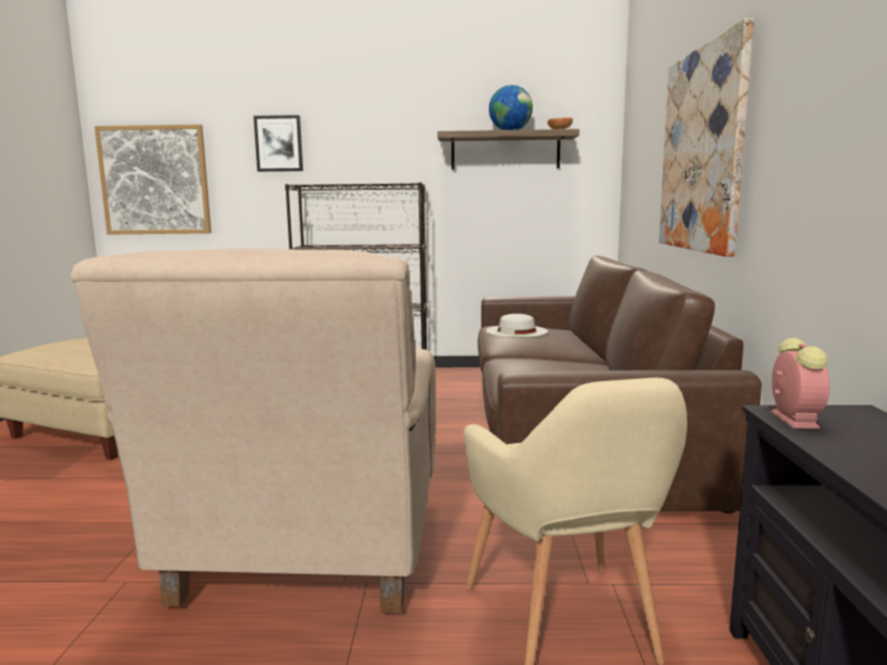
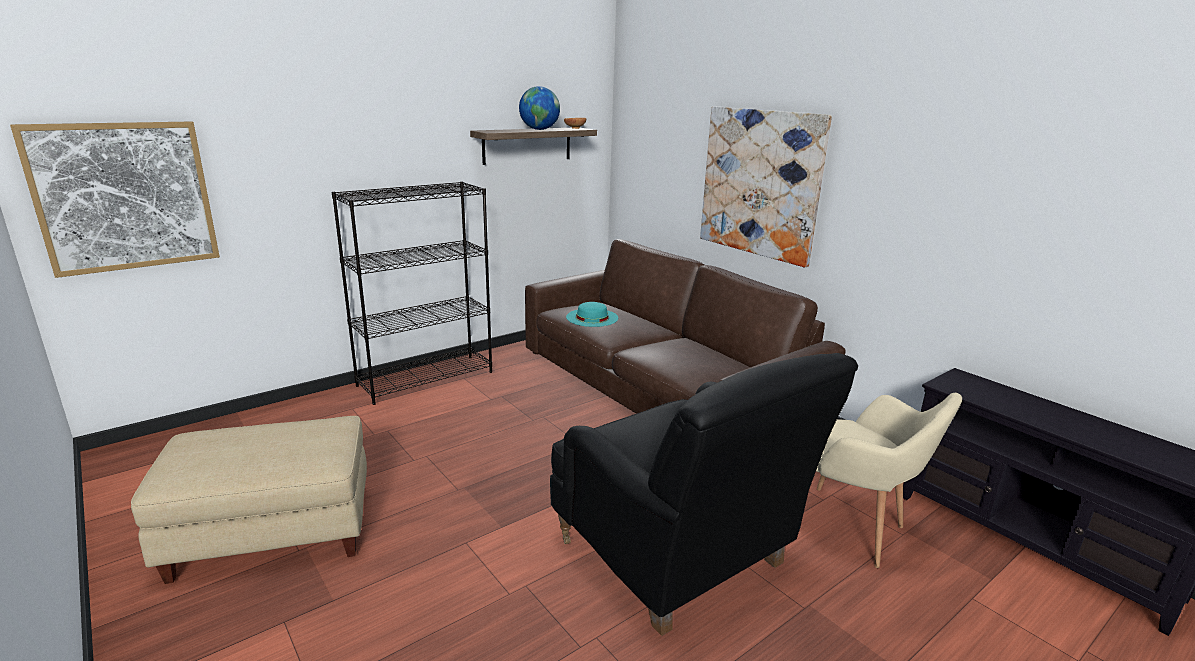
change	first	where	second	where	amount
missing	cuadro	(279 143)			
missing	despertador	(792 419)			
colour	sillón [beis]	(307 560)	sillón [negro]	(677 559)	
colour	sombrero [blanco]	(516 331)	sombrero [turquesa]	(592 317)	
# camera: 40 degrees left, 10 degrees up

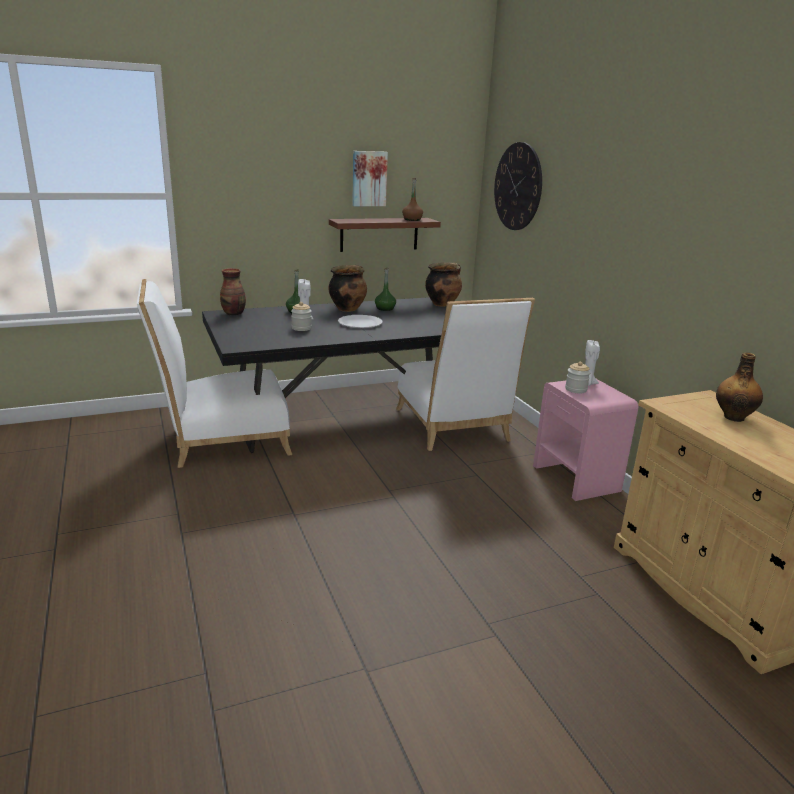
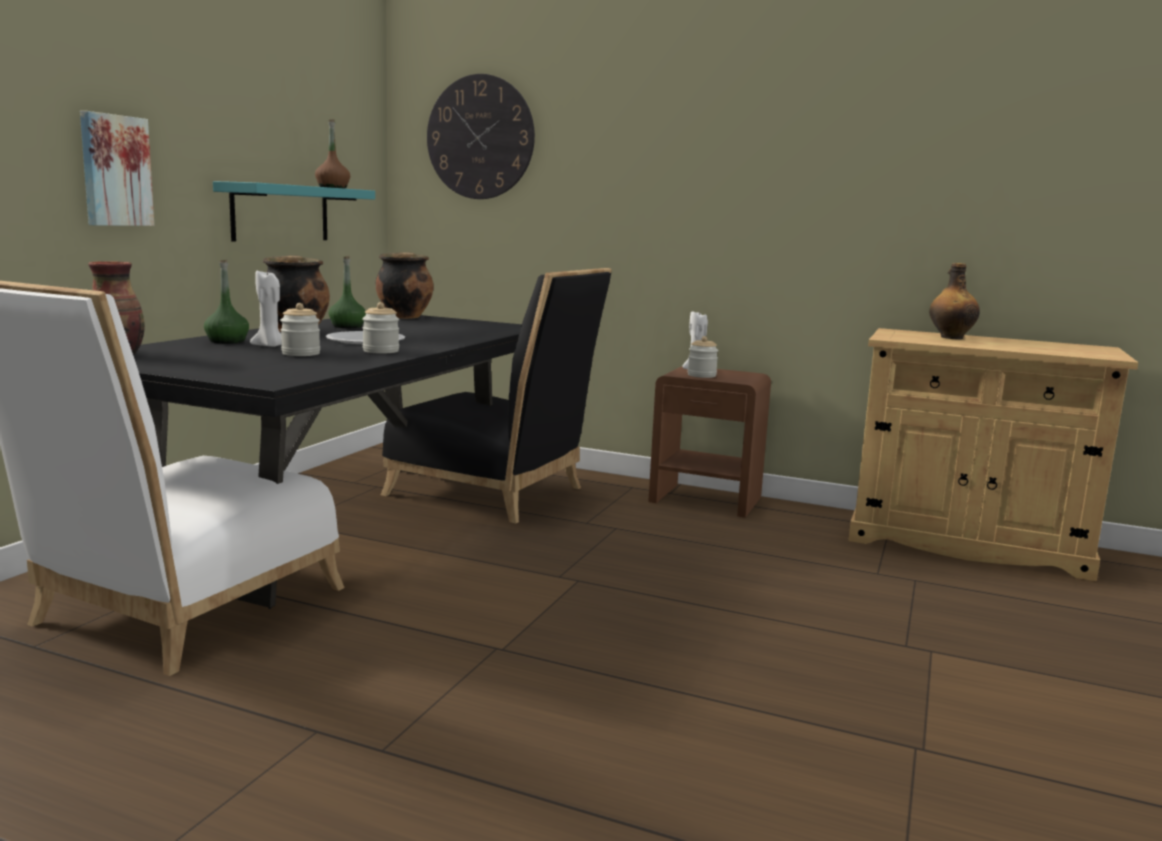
change	first	where	second	where	amount
appeared			tarro	(381 351)	
relocated	cuadro	(369 178)		(114 170)	
colour	estante [marrón]	(379 234)	estante [turquesa]	(281 213)	
colour	silla [blanco]	(453 428)	silla [negro]	(495 493)	
colour	mesita de noche [rosa]	(576 478)	mesita de noche [marrón]	(706 499)	
# camera: 45 degrees left, 10 degrees down

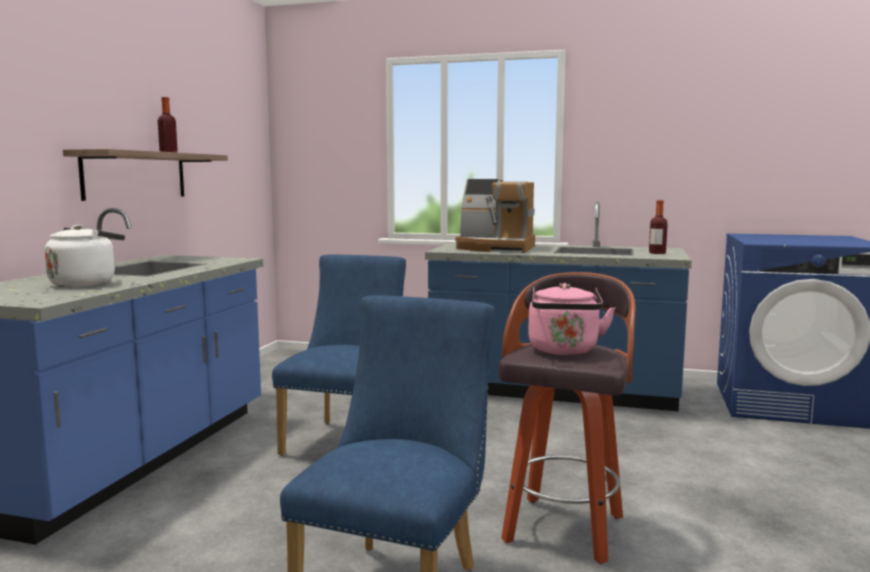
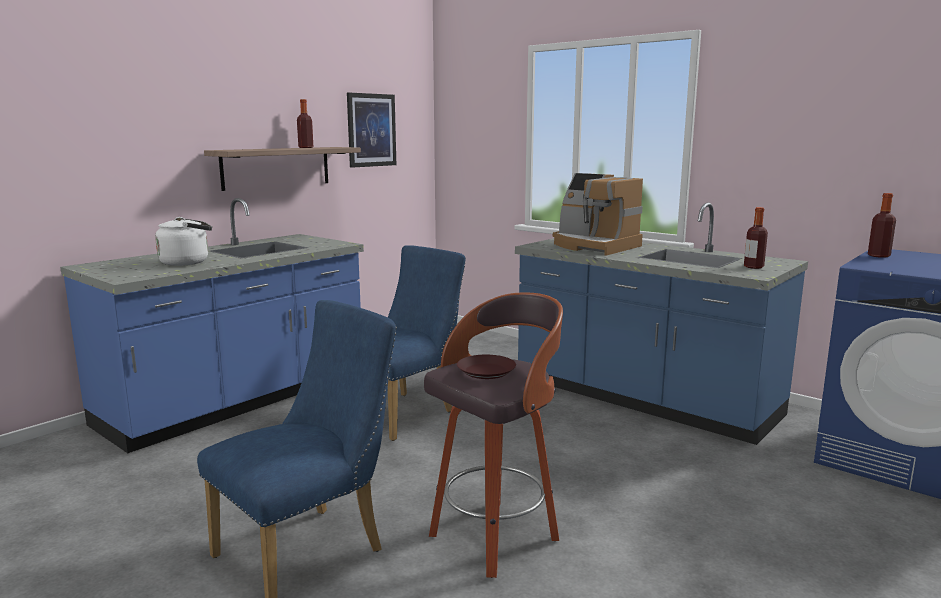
change	first	where	second	where	amount
appeared			cuadro	(371 130)	
appeared			botella	(878 256)	
exchanged	hervidor [rosa]	(564 351)	plato [marrón]	(485 371)	
# camera: 25 degrees right, 5 degrees up

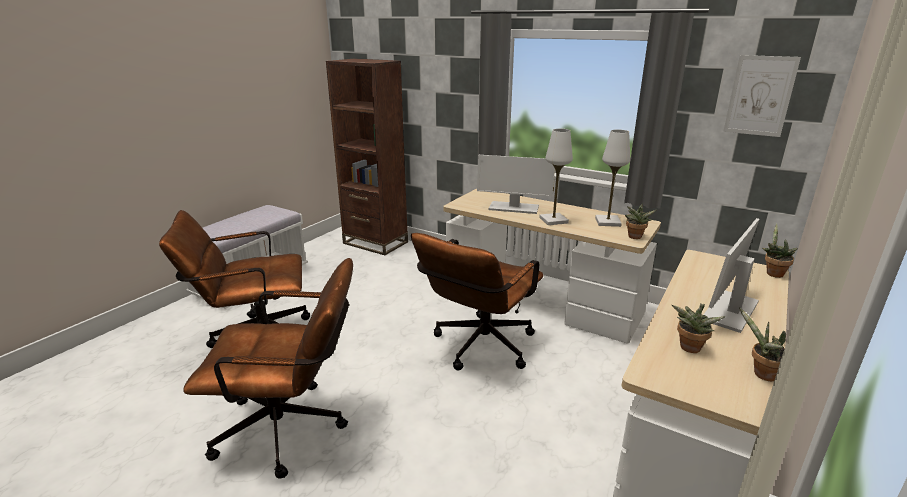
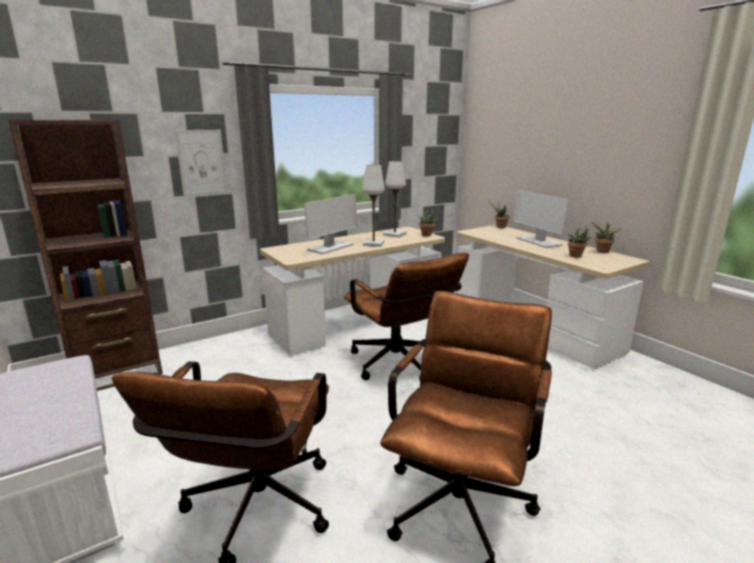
change	first	where	second	where	amount
relocated	cuadro	(760 96)		(202 162)	
# camera: 65 degrees left, 5 degrees down

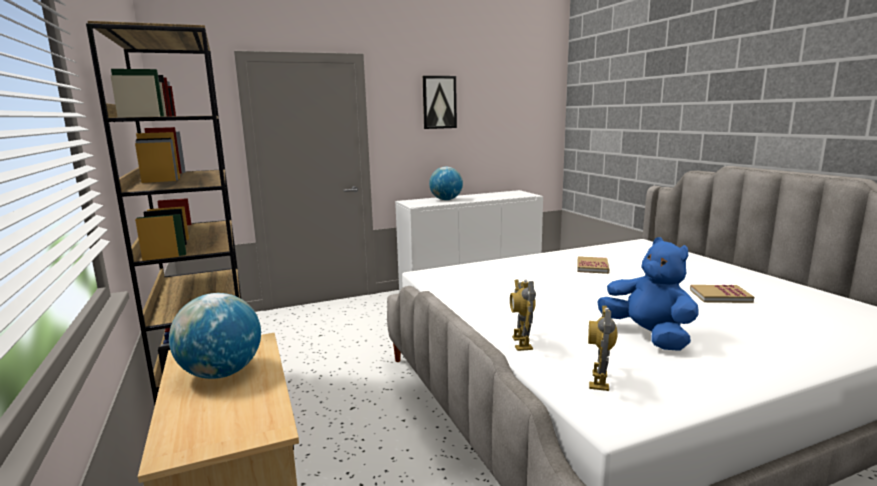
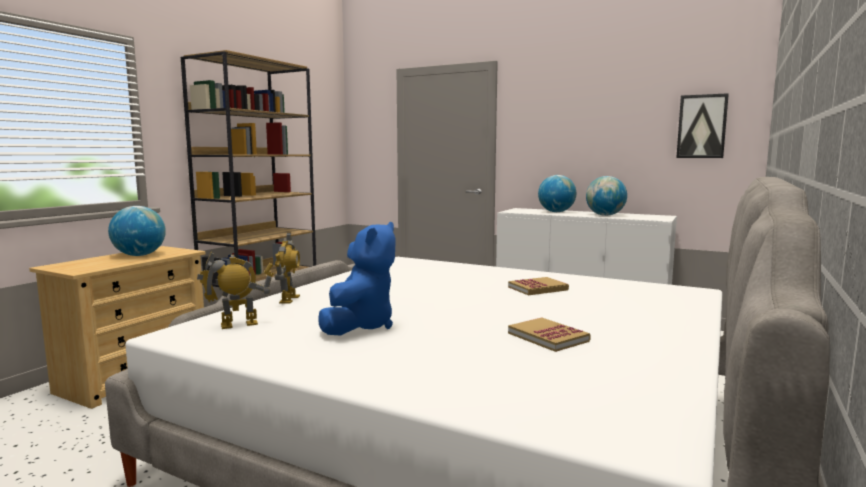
change	first	where	second	where	amount
appeared			globo terráqueo	(605 215)	
relocated	cuadro	(439 102)		(702 126)	
spun	robot de juguete	(521 343)		(288 299)	135 degrees clockwise
# camera: 50 degrees right, 5 degrees down

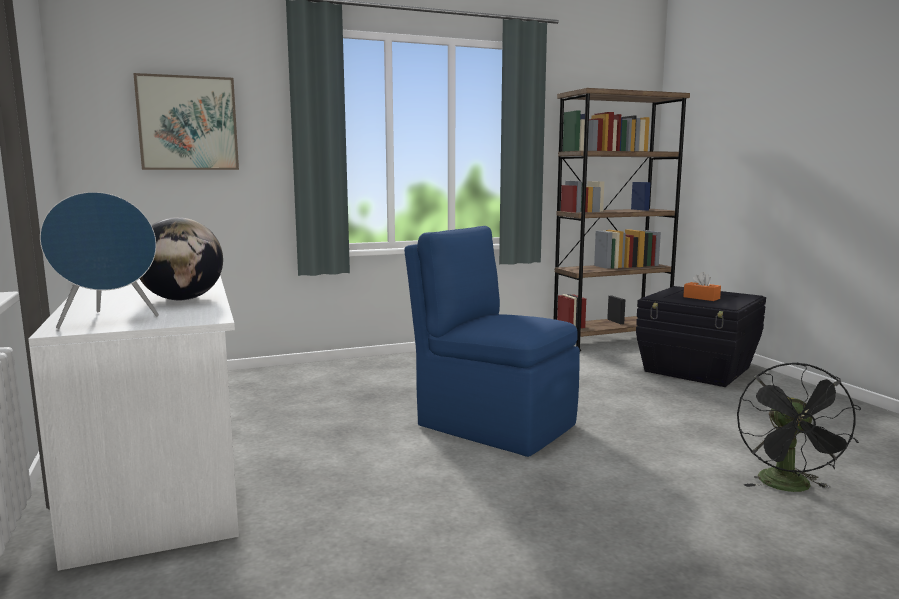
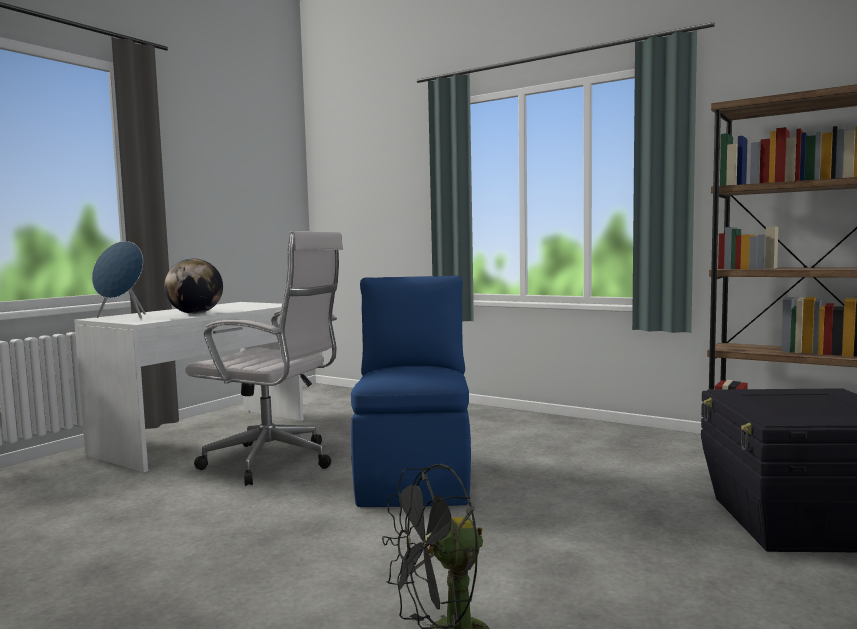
change	first	where	second	where	amount
missing	cuadro	(188 123)			
missing	caja de pañuelos [naranja]	(701 298)			
appeared			silla de oficina [blanco]	(275 462)	
# camera: 55 degrees right, 5 degrees down

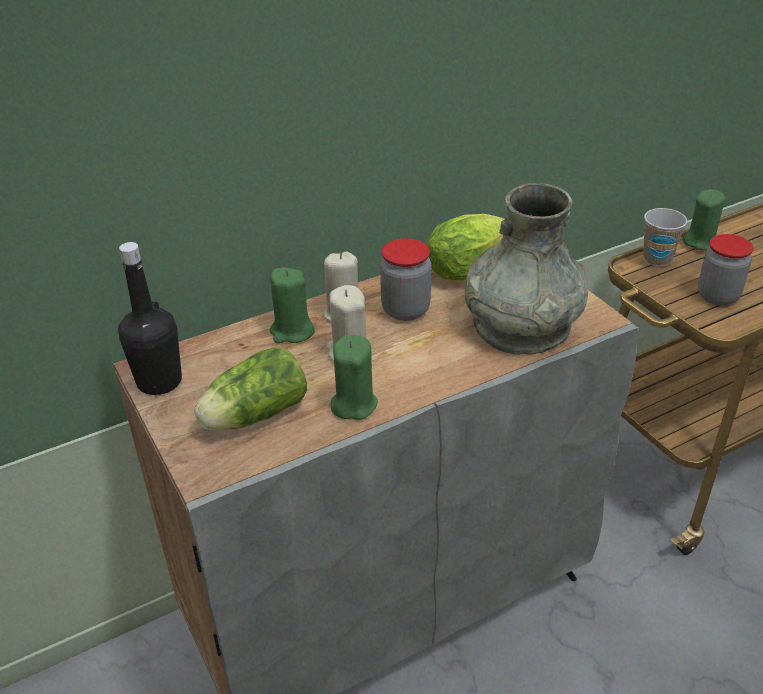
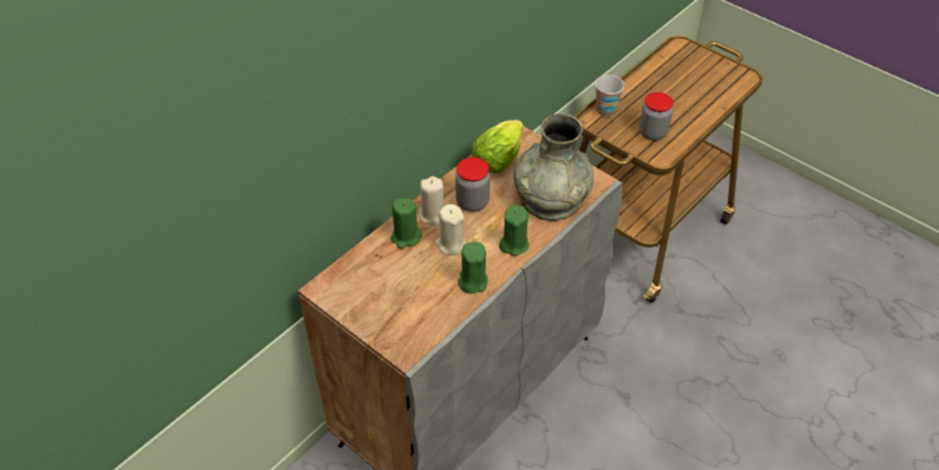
change	first	where	second	where	amount
missing	botella [negro]	(159 381)			
missing	lechuga	(252 416)			
relocated	vela [verde]	(700 241)		(514 244)	
# camera: 20 degrees left, 10 degrees up

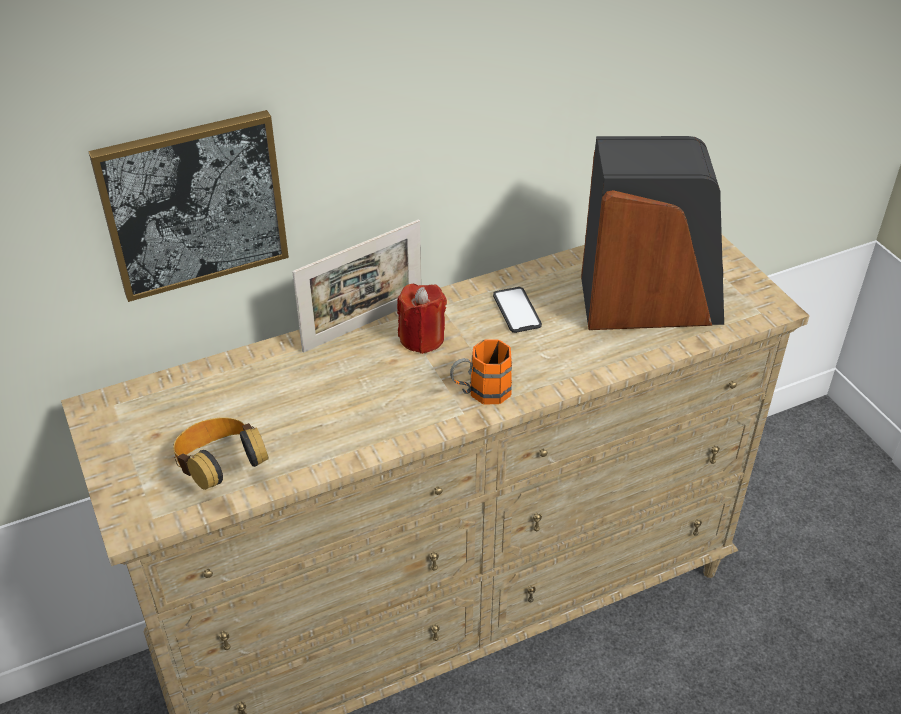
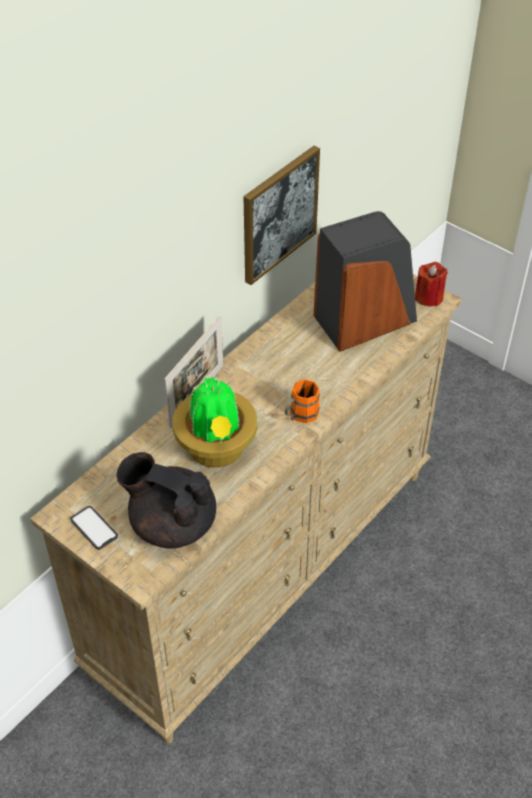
change	first	where	second	where	amount
appeared			planta en maceta	(216 449)	
relocated	cuadro	(194 204)		(279 214)	
relocated	vela [rojo]	(422 338)		(429 297)	
relocated	móvil	(517 310)		(94 528)	
exchanged	auriculares	(221 469)	tetera [negro]	(172 523)	
# camera: 25 degrees left, 5 degrees up

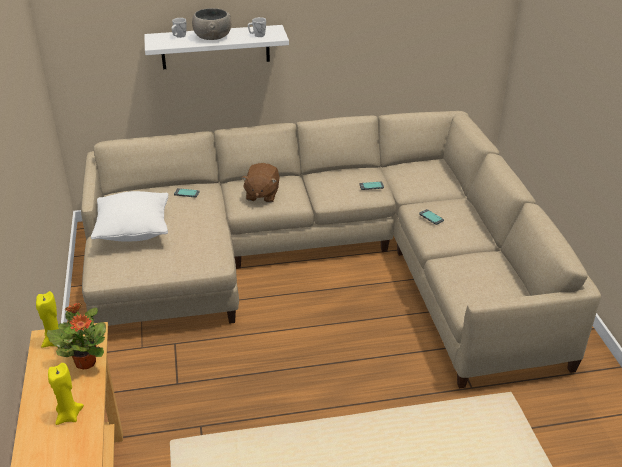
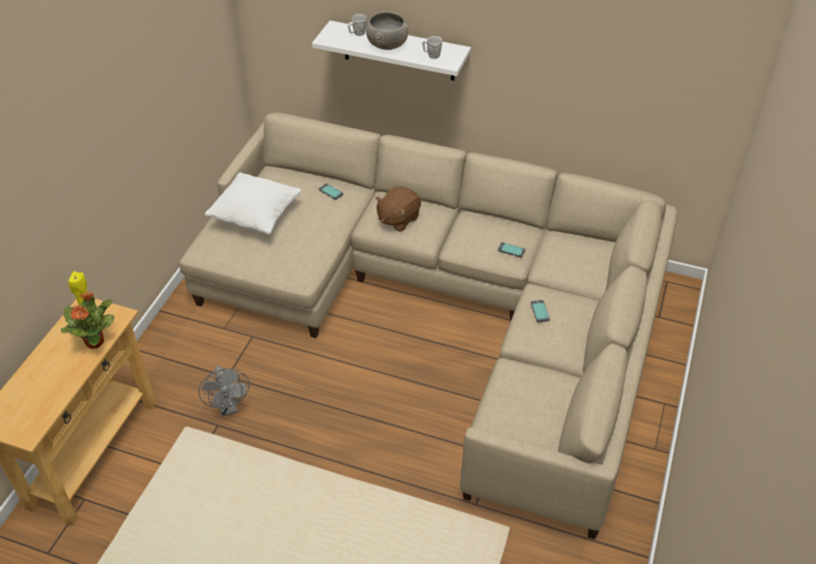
change	first	where	second	where	amount
missing	vela [amarillo]	(68 416)			
appeared			ventilador [gris]	(228 407)	
# camera: 30 degrees right, 10 degrees up

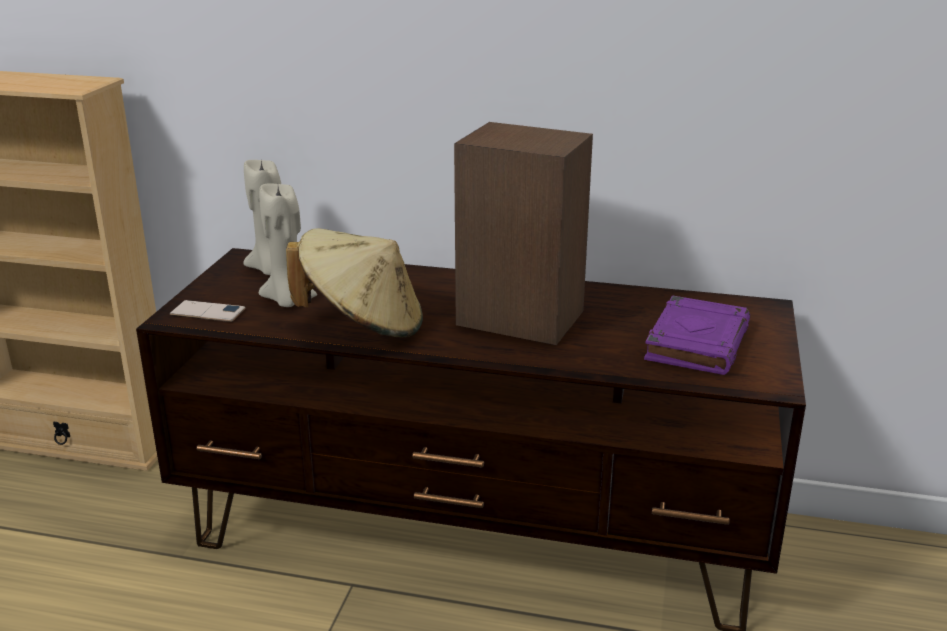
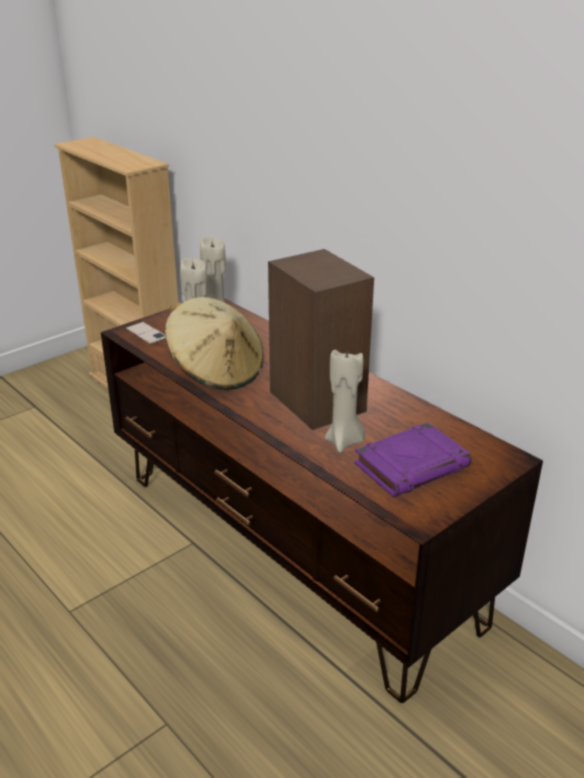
change	first	where	second	where	amount
appeared			vela [beis]	(344 442)	
# camera: 35 degrees right, 5 degrees up

